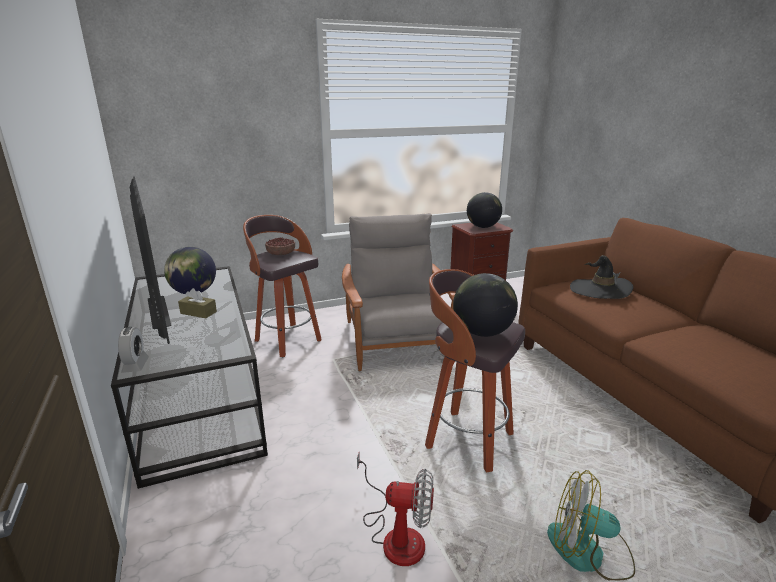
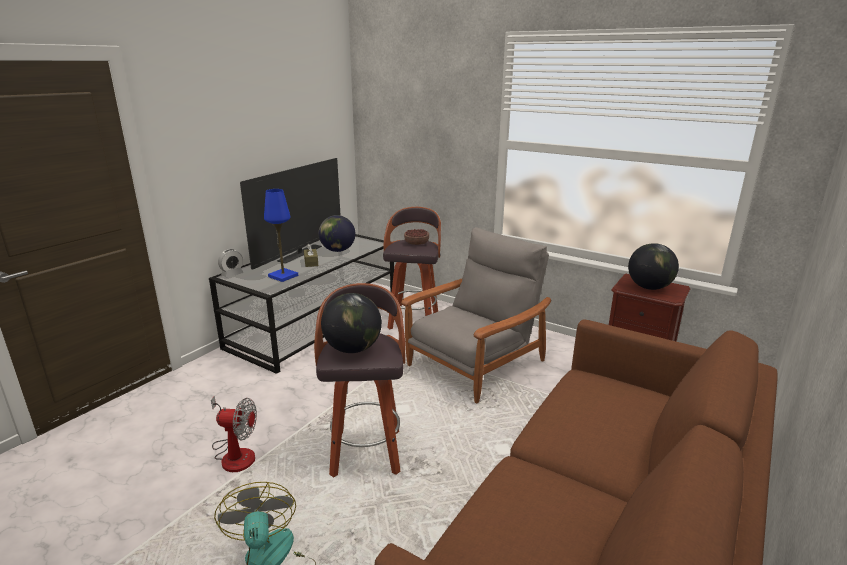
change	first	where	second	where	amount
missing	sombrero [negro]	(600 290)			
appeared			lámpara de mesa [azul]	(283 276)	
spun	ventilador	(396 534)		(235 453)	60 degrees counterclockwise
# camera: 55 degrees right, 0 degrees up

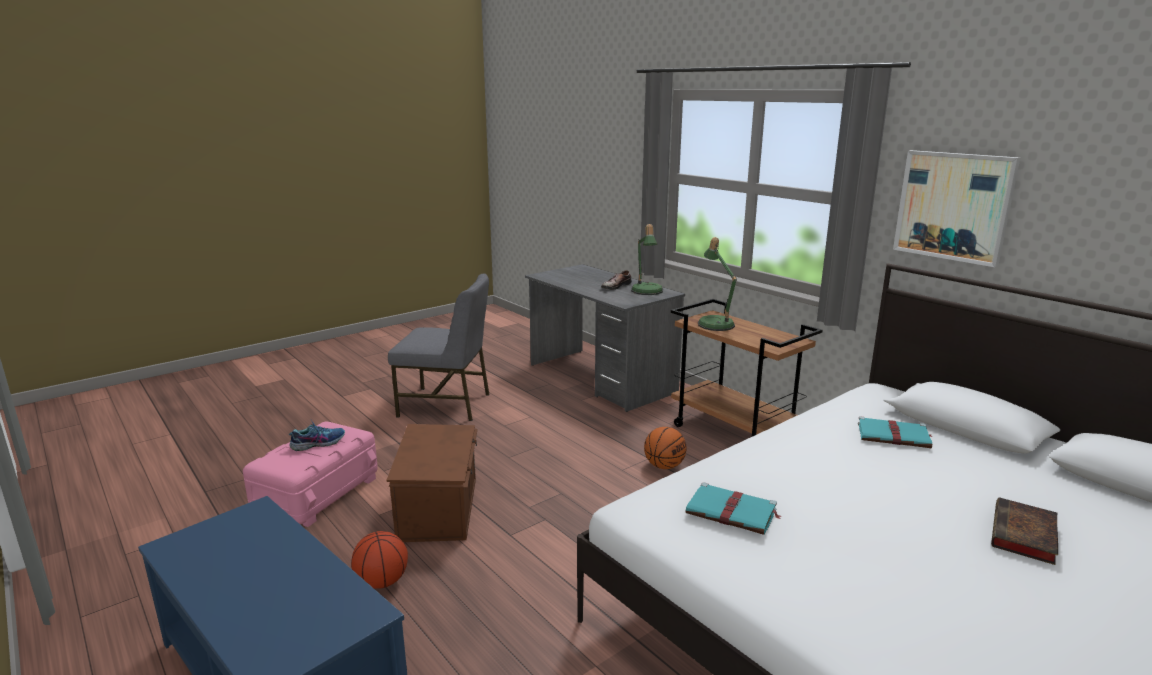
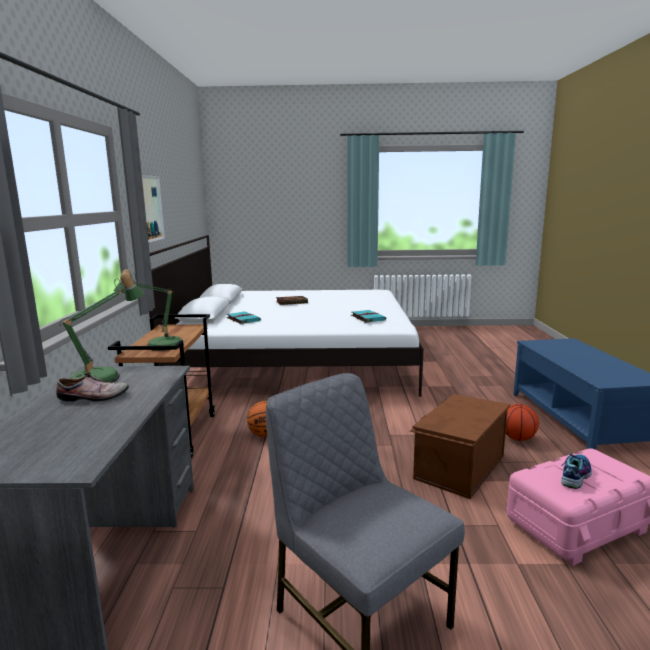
change	first	where	second	where	amount
spun	zapato	(318 443)		(574 475)	120 degrees clockwise
# camera: 140 degrees left, 5 degrees down

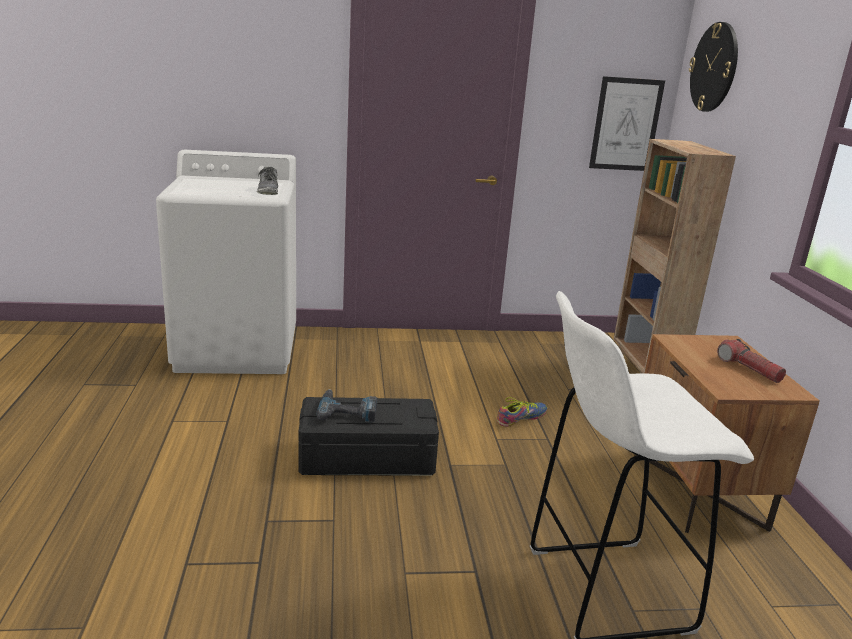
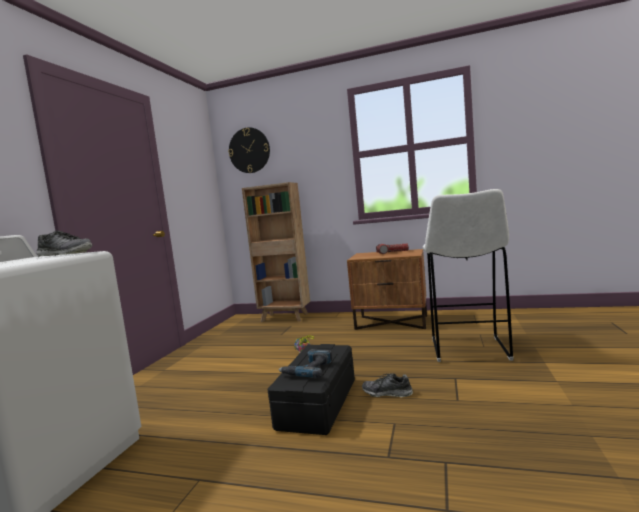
change	first	where	second	where	amount
missing	cuadro	(626 124)			
appeared			zapato	(387 393)	
# camera: 65 degrees left, 15 degrees down

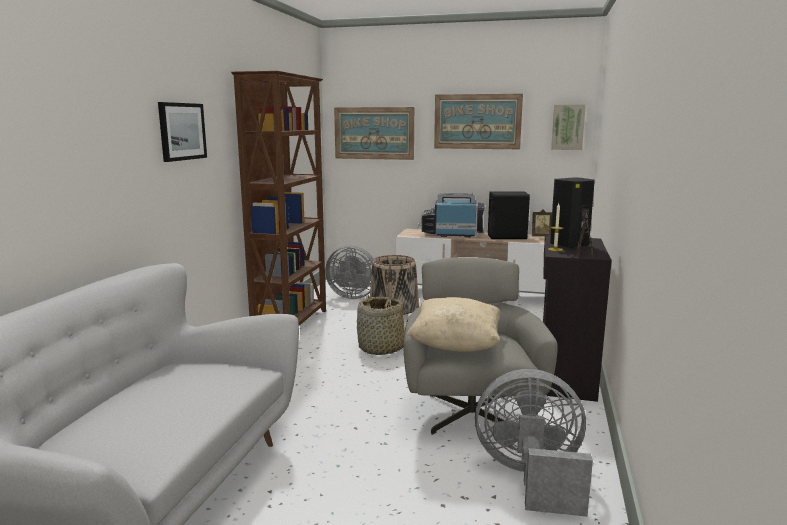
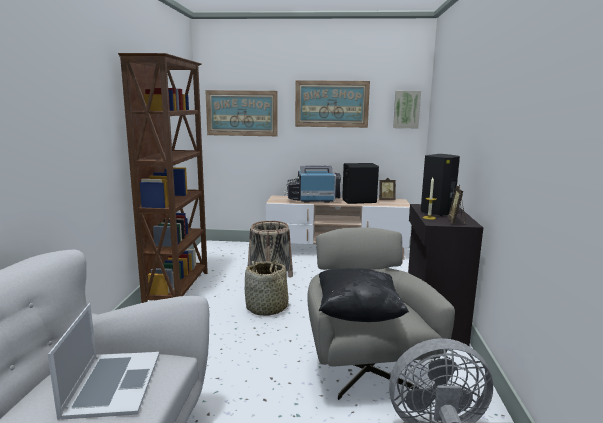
change	first	where	second	where	amount
missing	cuadro	(182 131)			
missing	ventilador [gris]	(352 296)			
appeared			portátil	(112 383)	
colour	cojín [beis]	(456 345)	cojín [negro]	(358 314)	
# camera: 10 degrees left, 0 degrees up

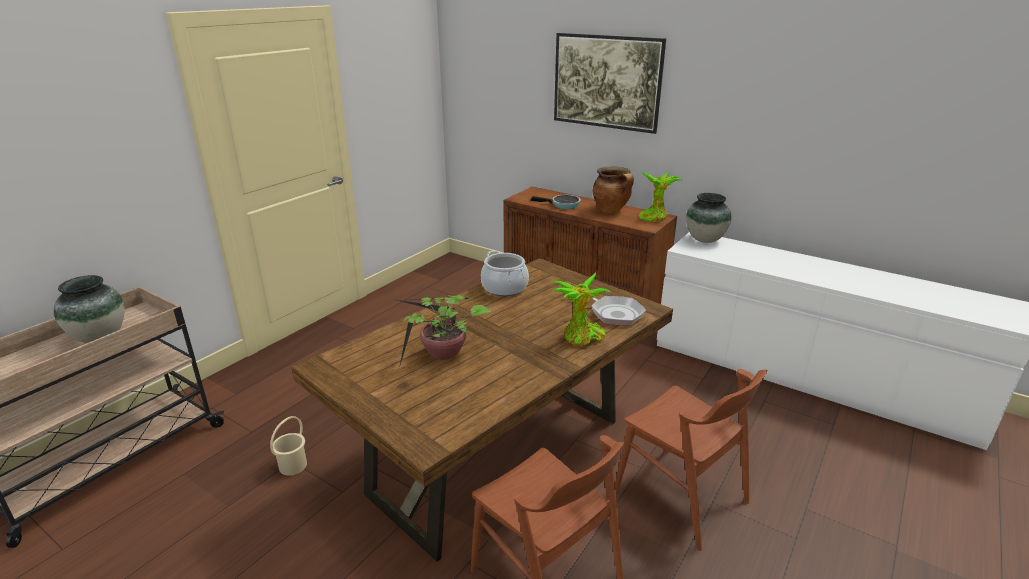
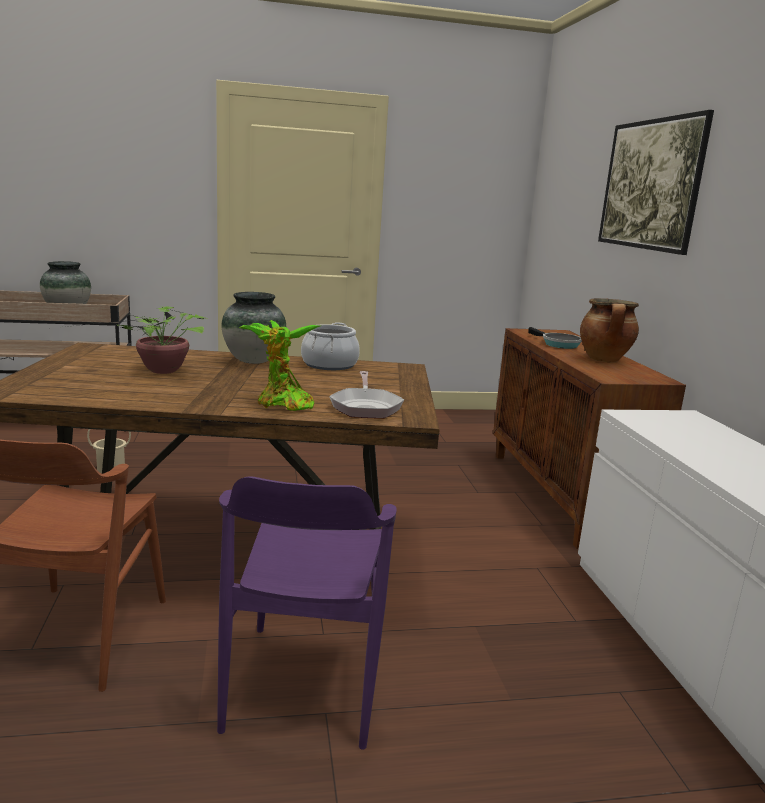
change	first	where	second	where	amount
missing	planta en maceta	(654 217)			
relocated	florero	(705 240)		(253 361)	
colour	silla [marrón]	(681 496)	silla [morado]	(306 683)	
# camera: 45 degrees right, 10 degrees down

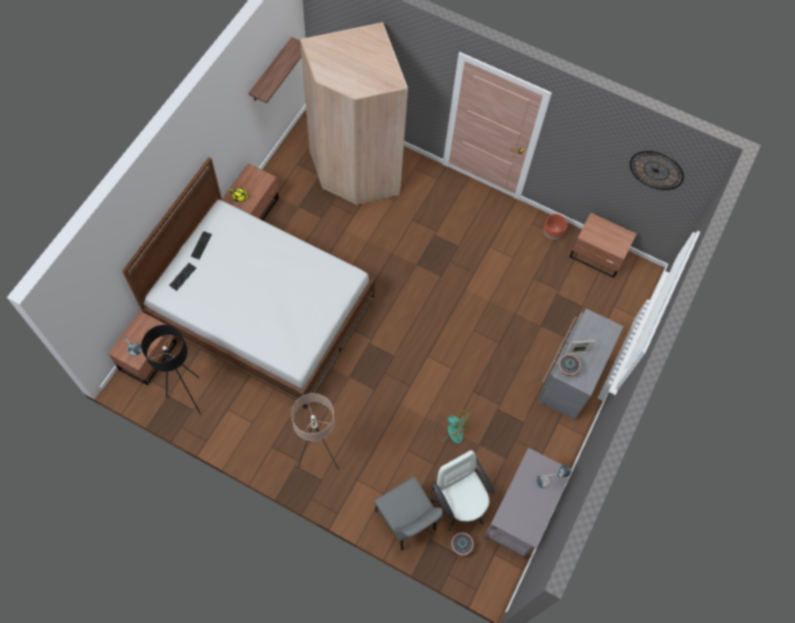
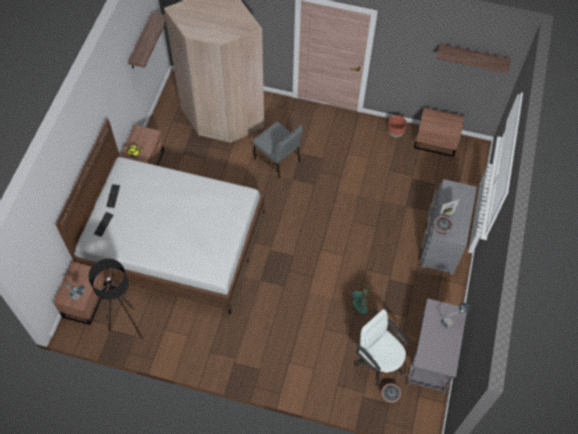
change	first	where	second	where	amount
missing	lámpara de pie [beis]	(318 457)			
relocated	silla [gris]	(406 520)		(278 160)	
exchanged	reloj de pared	(656 170)	estante	(473 56)	
# camera: 10 degrees left, 5 degrees down

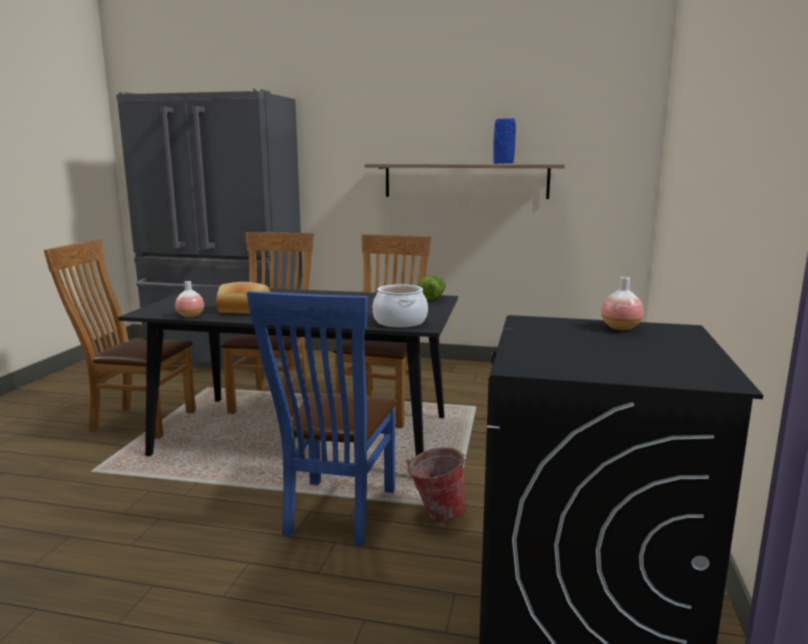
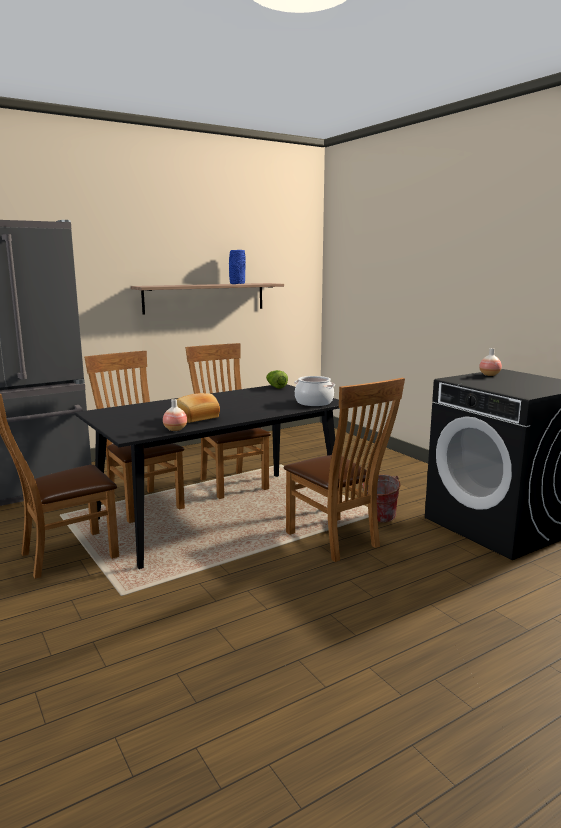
change	first	where	second	where	amount
colour	silla [azul]	(336 515)	silla [marrón]	(337 541)	
# camera: 45 degrees left, 0 degrees up

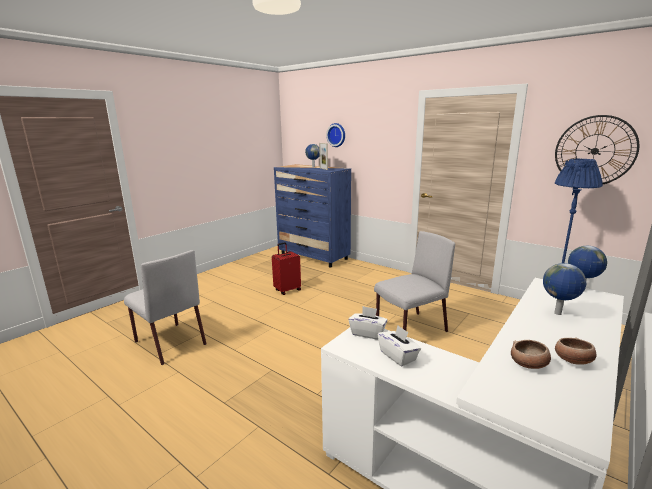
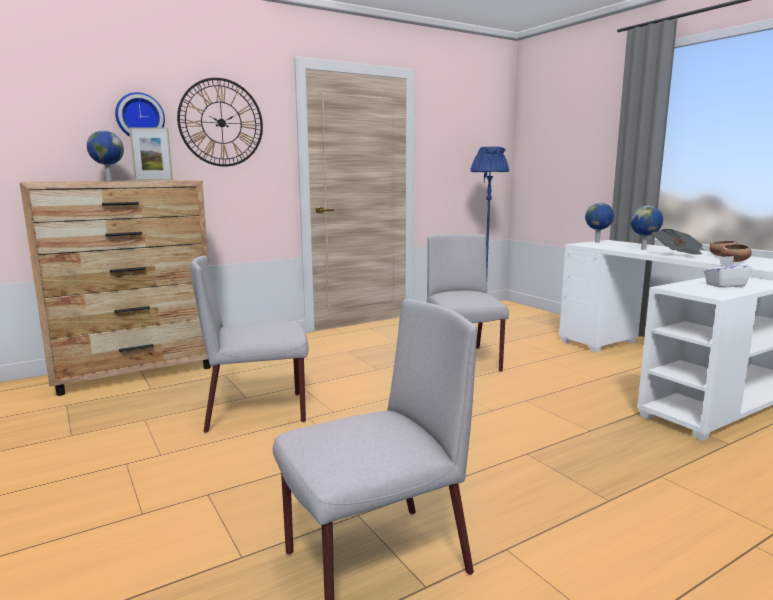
change	first	where	second	where	amount
missing	caja de pañuelos [blanco]	(368 333)			
appeared			periódico	(678 255)	
relocated	reloj de pared	(594 151)		(221 122)	
exchanged	maleta [rojo]	(287 290)	silla [gris]	(257 411)	
colour	cómoda [azul]	(313 256)	cómoda [marrón]	(135 372)	
# camera: 70 degrees left, 5 degrees down

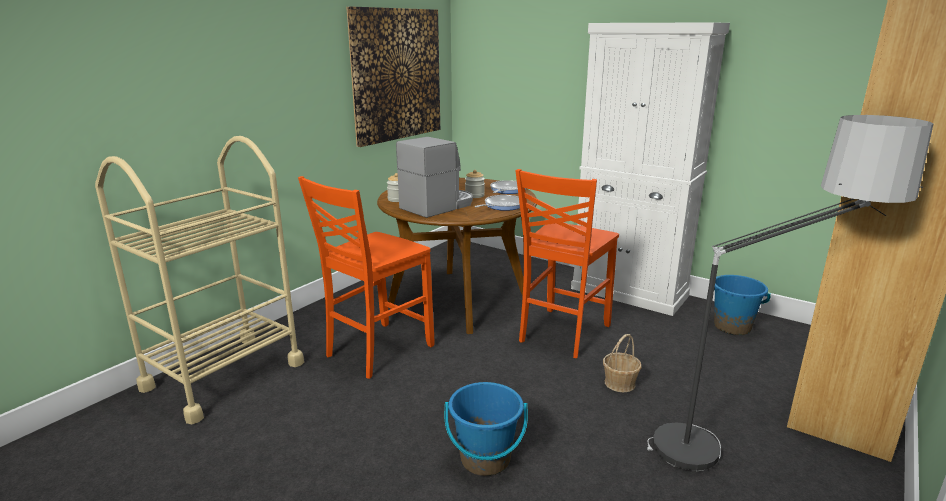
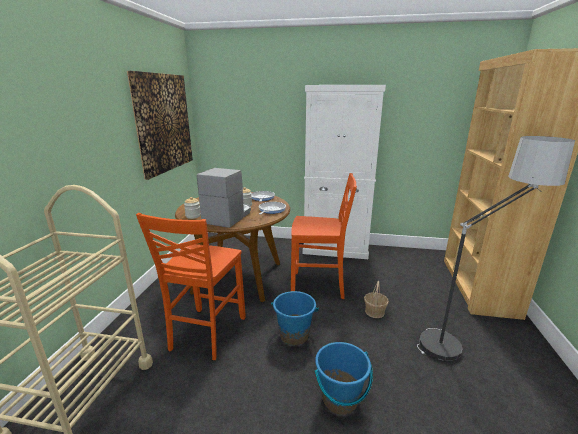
change	first	where	second	where	amount
relocated	cubo [azul]	(732 326)		(294 335)	
spun	silla [naranja]	(562 333)		(319 286)	90 degrees counterclockwise
# camera: 25 degrees left, 0 degrees up

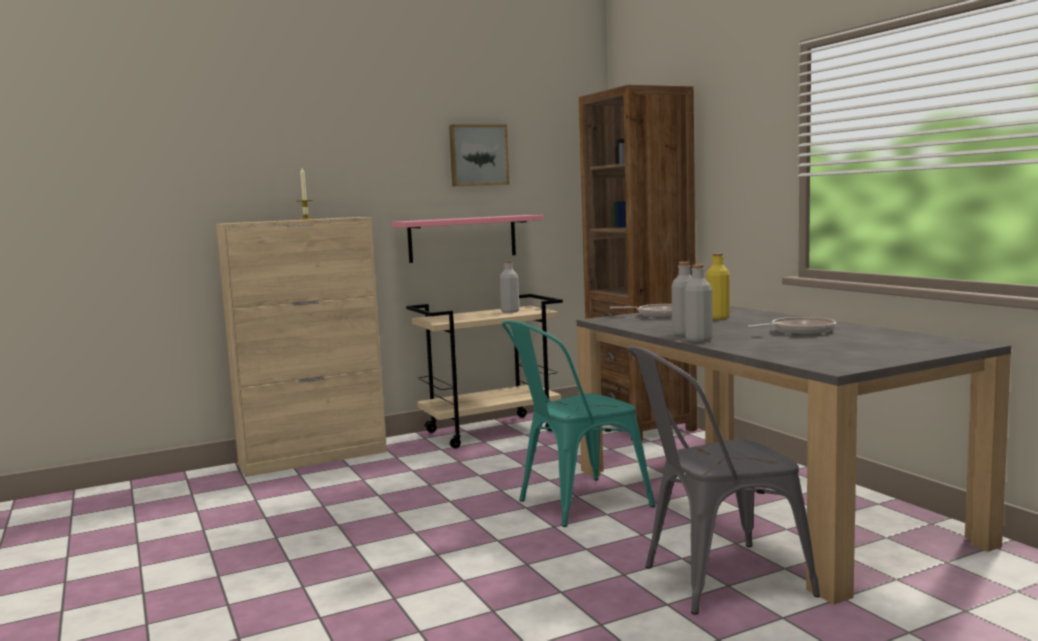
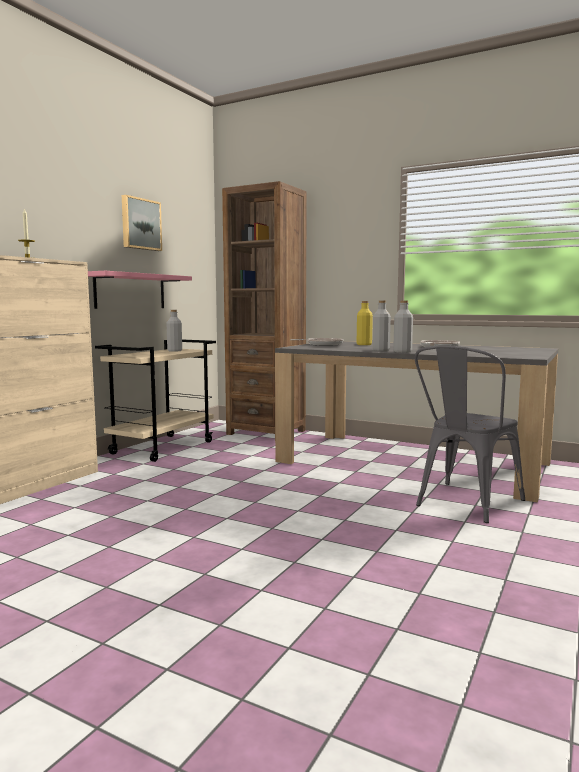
change	first	where	second	where	amount
missing	silla [turquesa]	(574 504)			
# camera: 35 degrees left, 0 degrees up

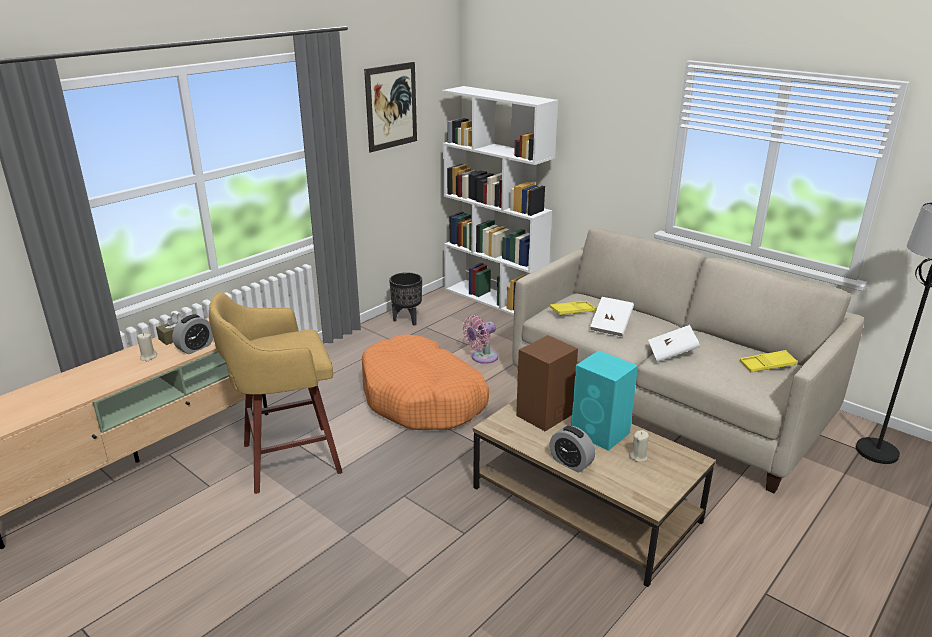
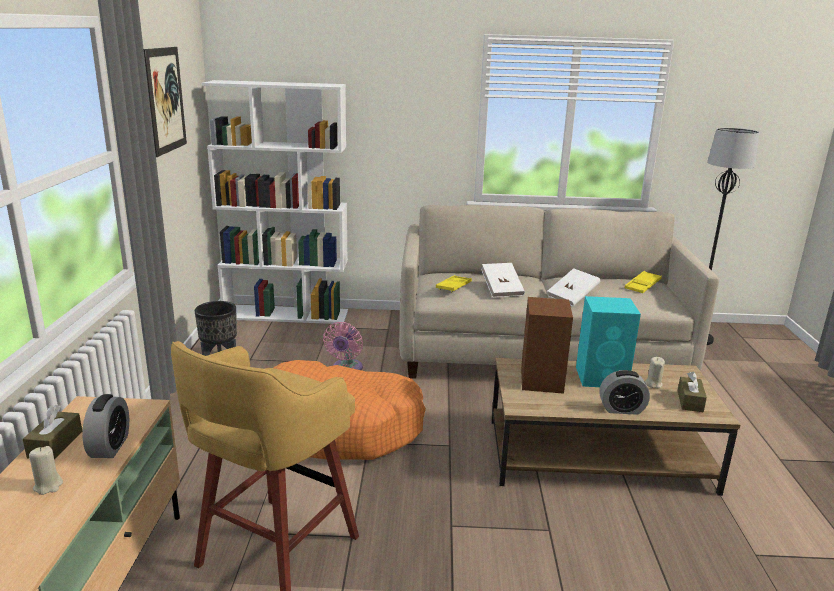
change	first	where	second	where	amount
appeared			caja de pañuelos [marrón]	(690 401)	
# camera: 40 degrees left, 5 degrees down

